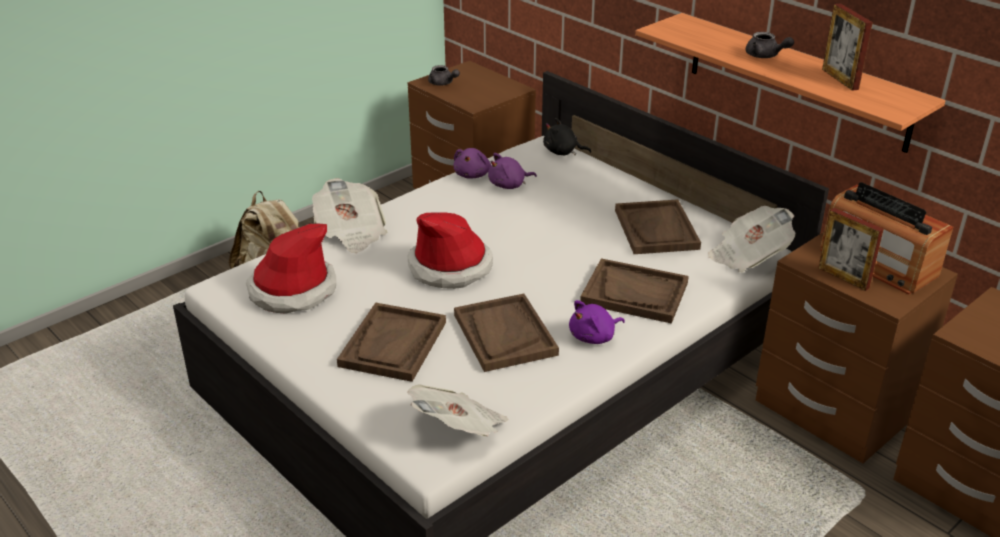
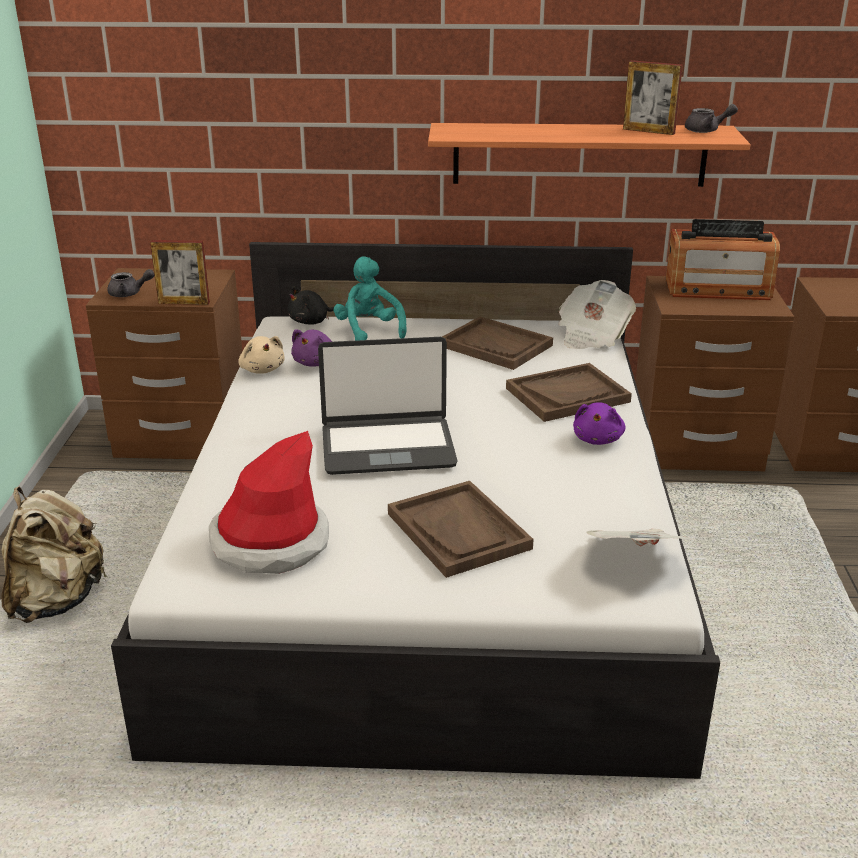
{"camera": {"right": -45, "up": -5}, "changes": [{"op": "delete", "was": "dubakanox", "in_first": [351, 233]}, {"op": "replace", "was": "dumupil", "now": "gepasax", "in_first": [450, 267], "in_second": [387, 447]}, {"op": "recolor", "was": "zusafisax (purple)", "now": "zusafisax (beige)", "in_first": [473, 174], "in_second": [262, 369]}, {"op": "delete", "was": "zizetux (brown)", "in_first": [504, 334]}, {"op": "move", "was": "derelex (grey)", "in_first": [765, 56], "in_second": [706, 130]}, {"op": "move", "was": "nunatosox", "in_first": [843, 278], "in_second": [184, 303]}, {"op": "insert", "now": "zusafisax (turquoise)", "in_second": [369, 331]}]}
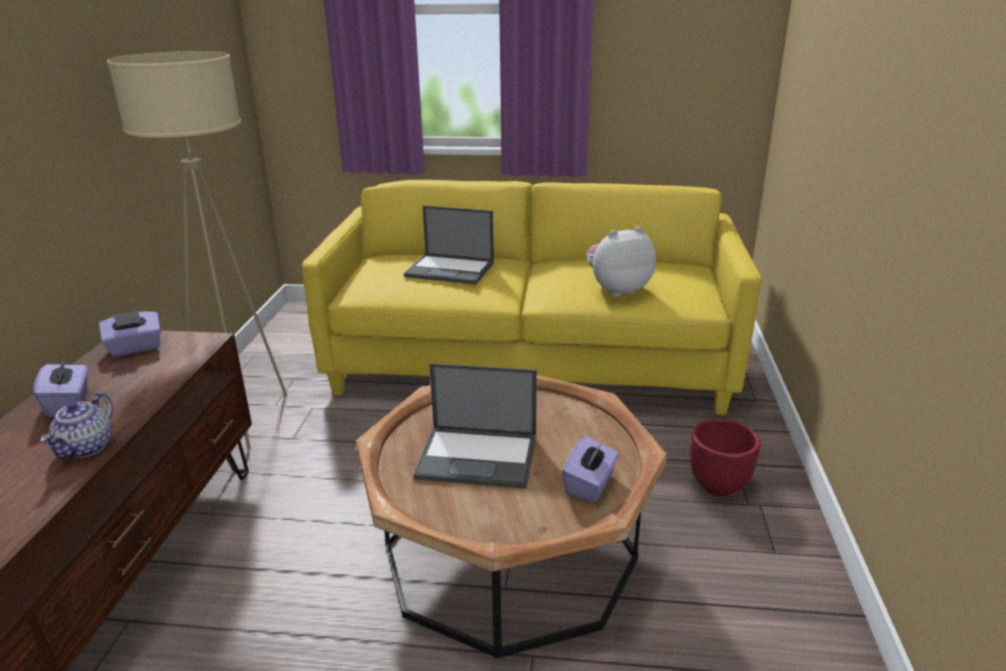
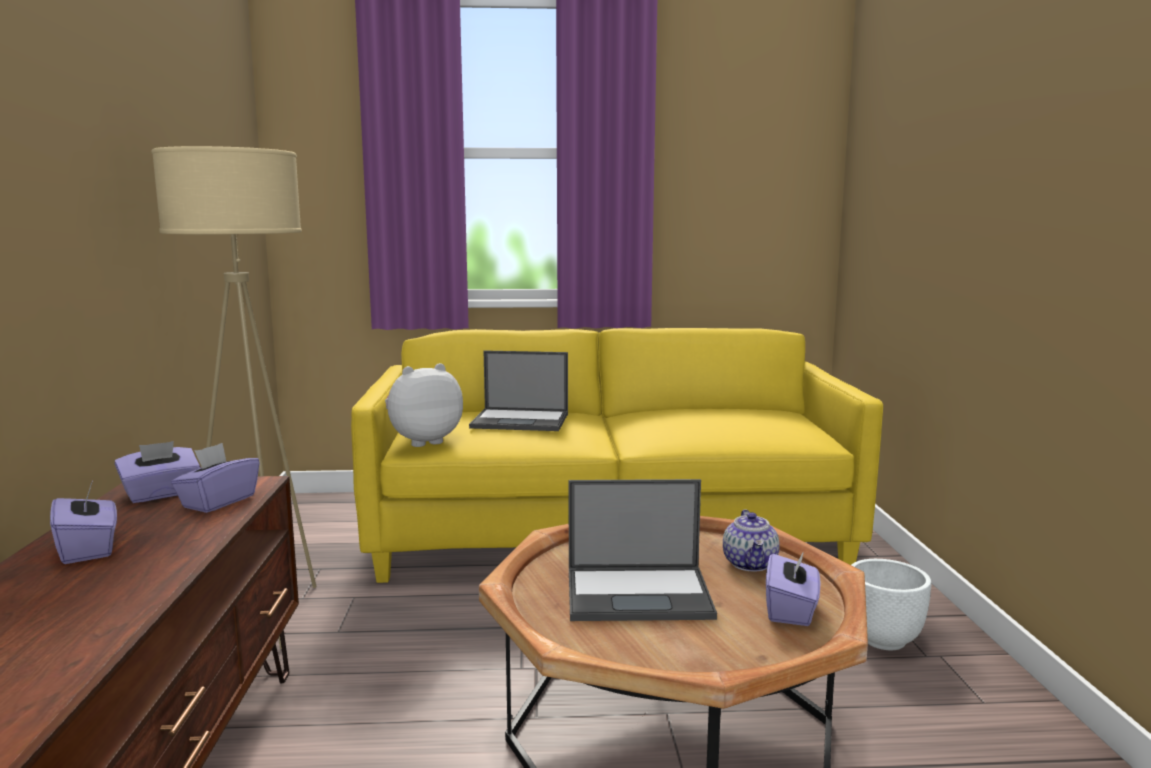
{"camera": {"right": -10, "up": -15}, "changes": [{"op": "move", "was": "derelex", "in_first": [87, 448], "in_second": [751, 564]}, {"op": "move", "was": "zusafisax", "in_first": [617, 290], "in_second": [423, 441]}, {"op": "recolor", "was": "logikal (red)", "now": "logikal (white)", "in_first": [719, 485], "in_second": [884, 640]}, {"op": "insert", "now": "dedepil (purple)", "in_second": [218, 502]}]}
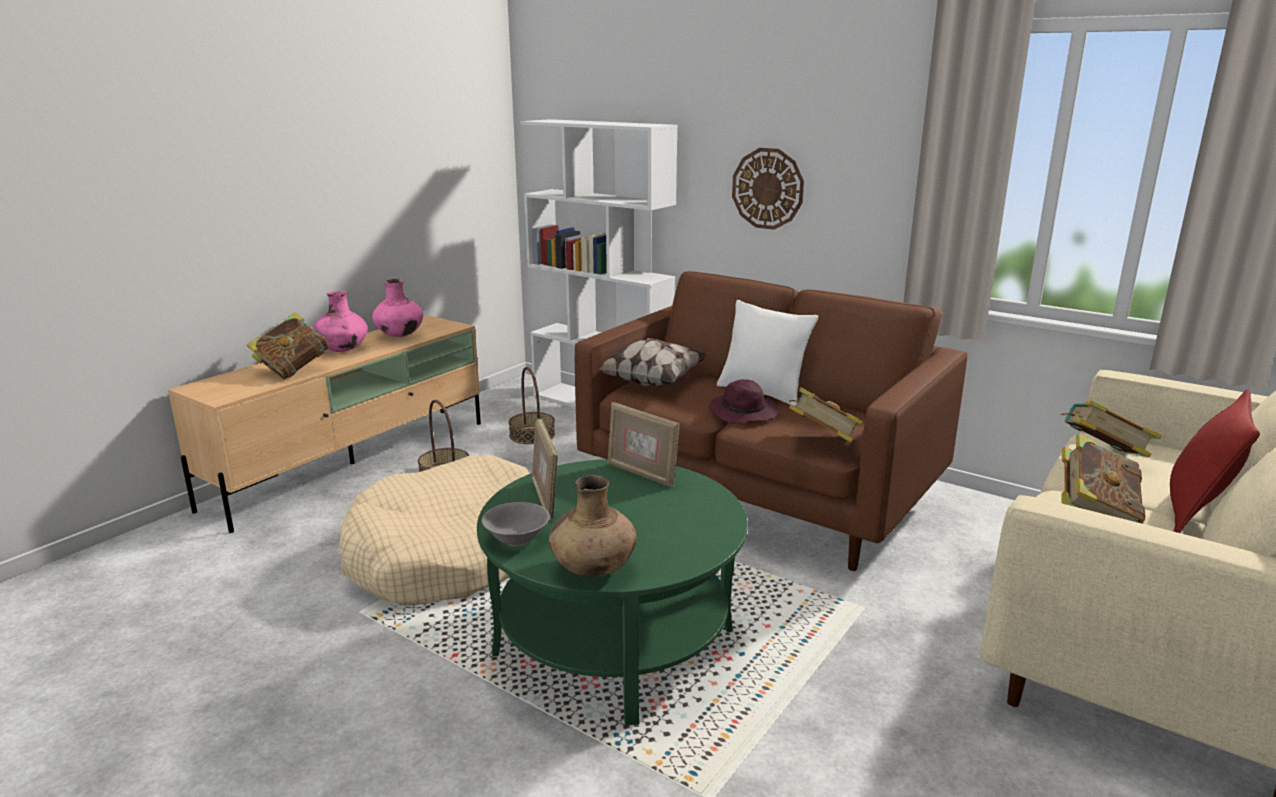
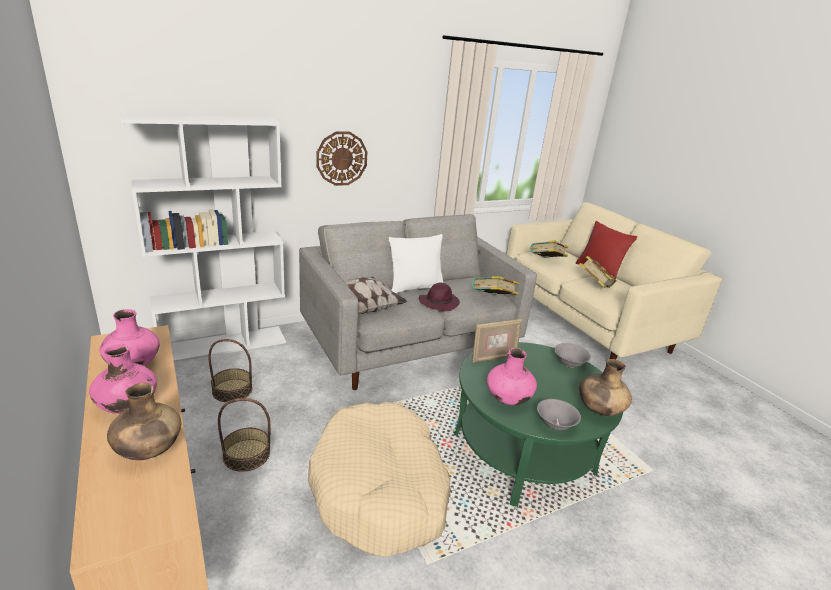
{"camera": {"right": -65, "up": 5}, "changes": [{"op": "replace", "was": "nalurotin", "now": "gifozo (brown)", "in_first": [293, 370], "in_second": [149, 450]}, {"op": "replace", "was": "nunatosox", "now": "gifozo (pink)", "in_first": [545, 500], "in_second": [508, 399]}, {"op": "recolor", "was": "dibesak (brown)", "now": "dibesak (grey)", "in_first": [759, 495], "in_second": [411, 346]}, {"op": "insert", "now": "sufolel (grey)", "in_second": [569, 363]}]}
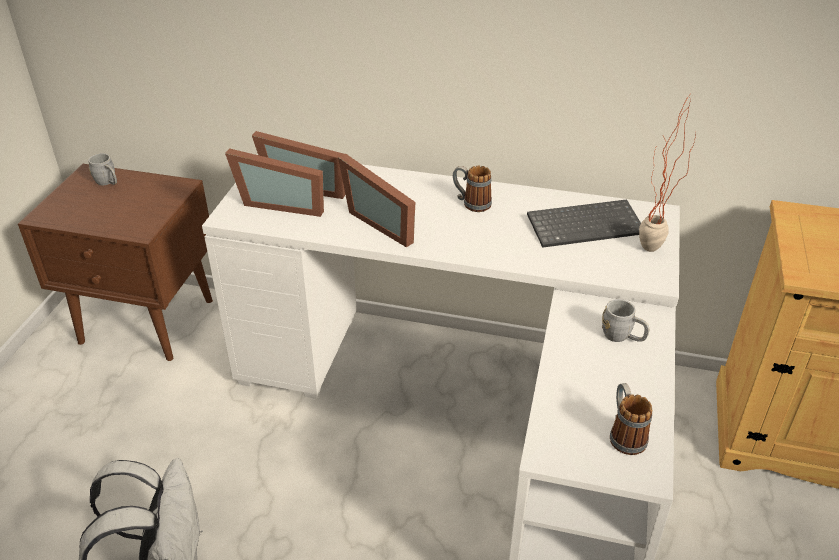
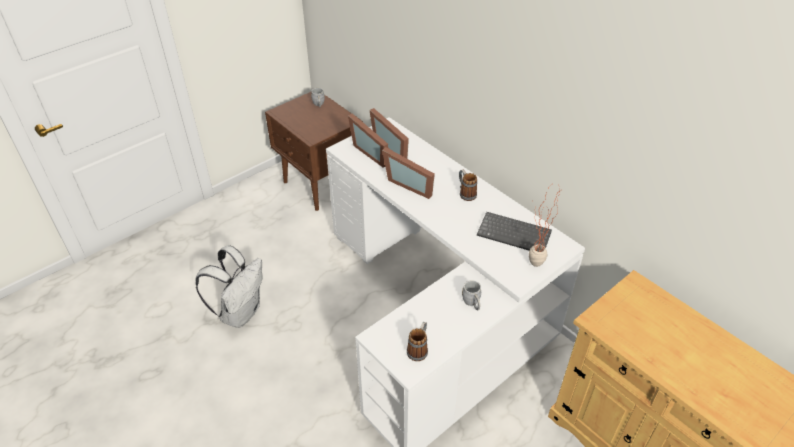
{"camera": {"right": 35, "up": 5}, "changes": [{"op": "rotate", "was": "nunatosox", "in_first": [384, 222], "in_second": [410, 184], "clockwise": -45}]}
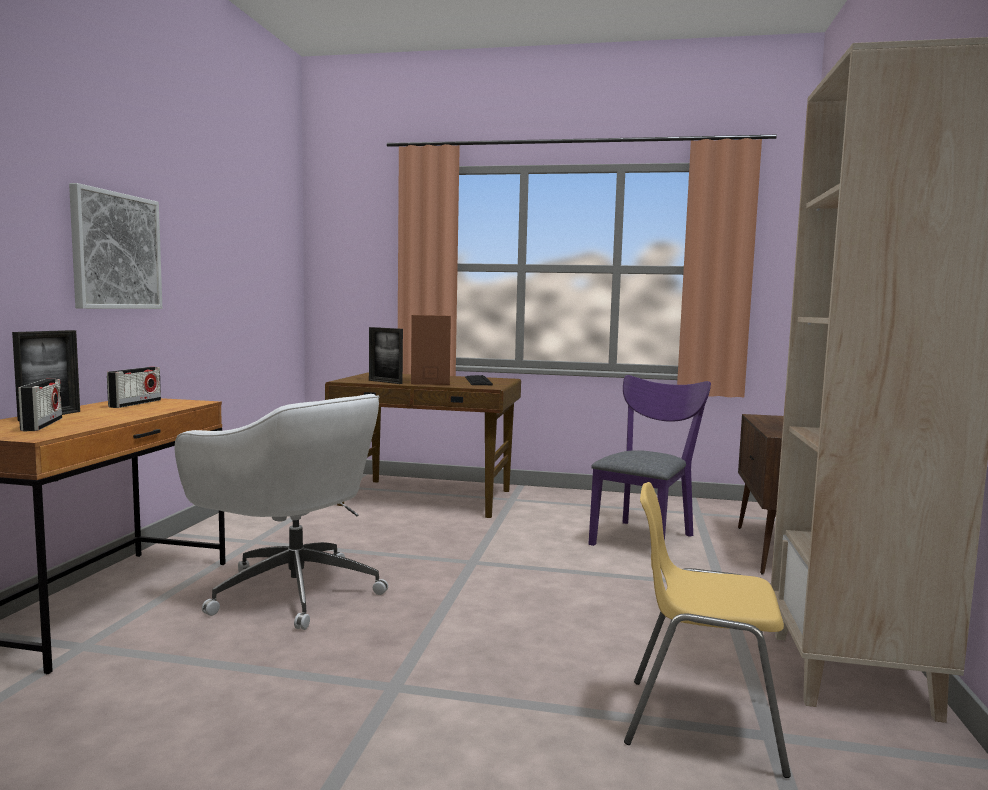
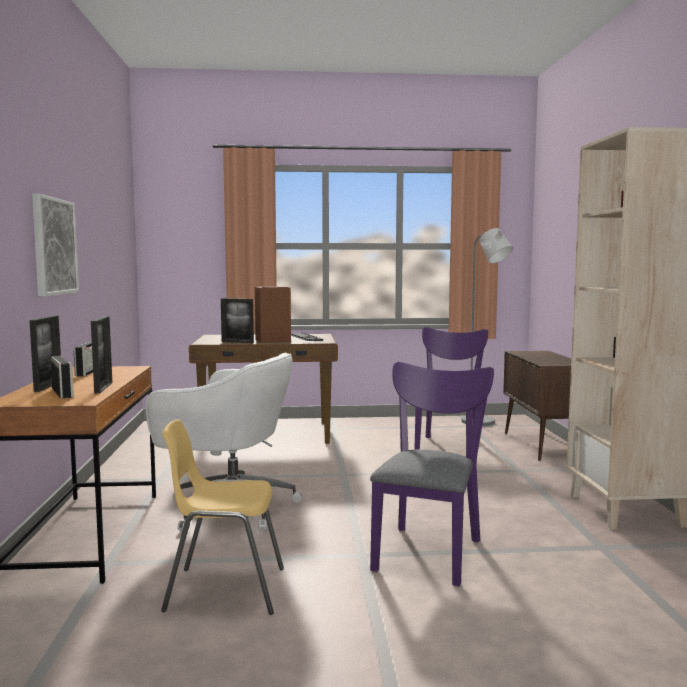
{"camera": {"right": -15, "up": 0}, "changes": [{"op": "move", "was": "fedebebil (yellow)", "in_first": [701, 723], "in_second": [224, 589]}, {"op": "insert", "now": "nunatosox", "in_second": [103, 387]}, {"op": "insert", "now": "fedebebil (purple)", "in_second": [429, 550]}, {"op": "insert", "now": "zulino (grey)", "in_second": [483, 423]}]}
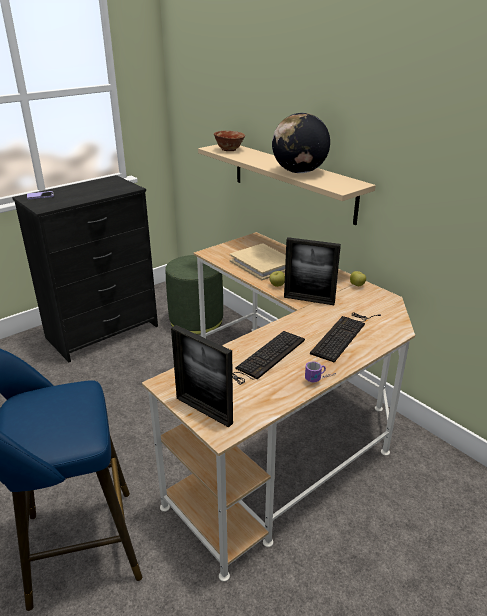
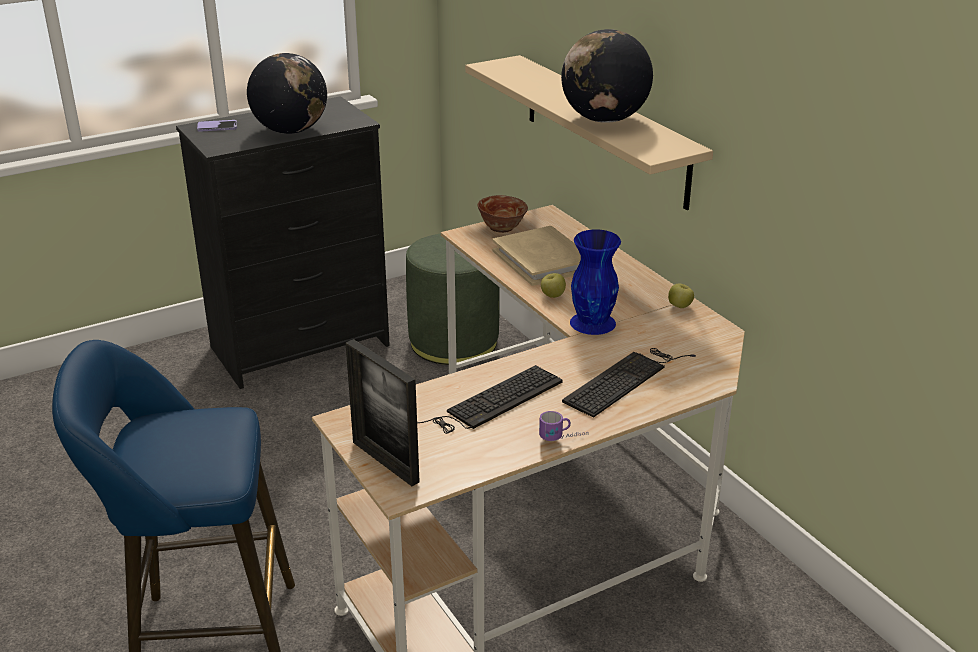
{"camera": {"right": 10, "up": 0}, "changes": [{"op": "move", "was": "sufolel", "in_first": [229, 150], "in_second": [502, 228]}, {"op": "replace", "was": "nunatosox", "now": "gifozo (blue)", "in_first": [309, 300], "in_second": [593, 323]}, {"op": "insert", "now": "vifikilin", "in_second": [291, 131]}]}
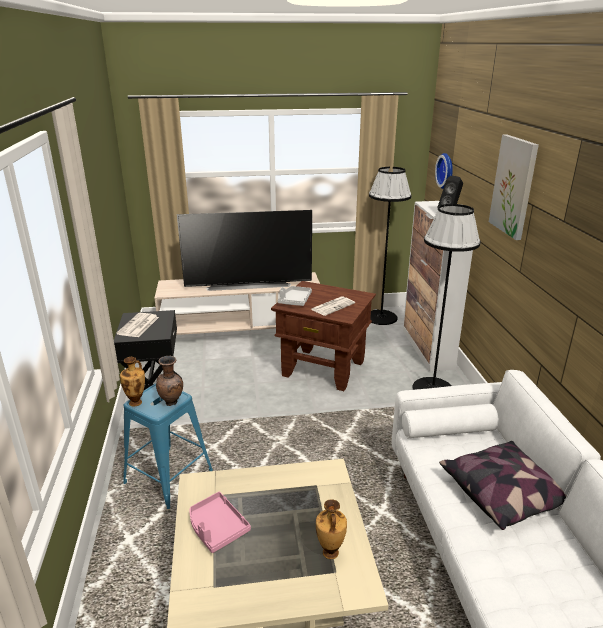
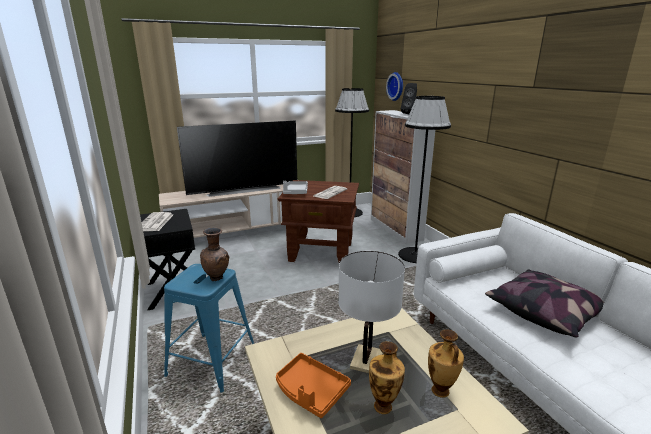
{"camera": {"right": -15, "up": -5}, "changes": [{"op": "move", "was": "gifozo", "in_first": [136, 402], "in_second": [384, 406]}, {"op": "recolor", "was": "zizetux (pink)", "now": "zizetux (orange)", "in_first": [217, 528], "in_second": [310, 391]}, {"op": "delete", "was": "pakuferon", "in_first": [514, 186]}, {"op": "insert", "now": "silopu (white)", "in_second": [366, 360]}]}
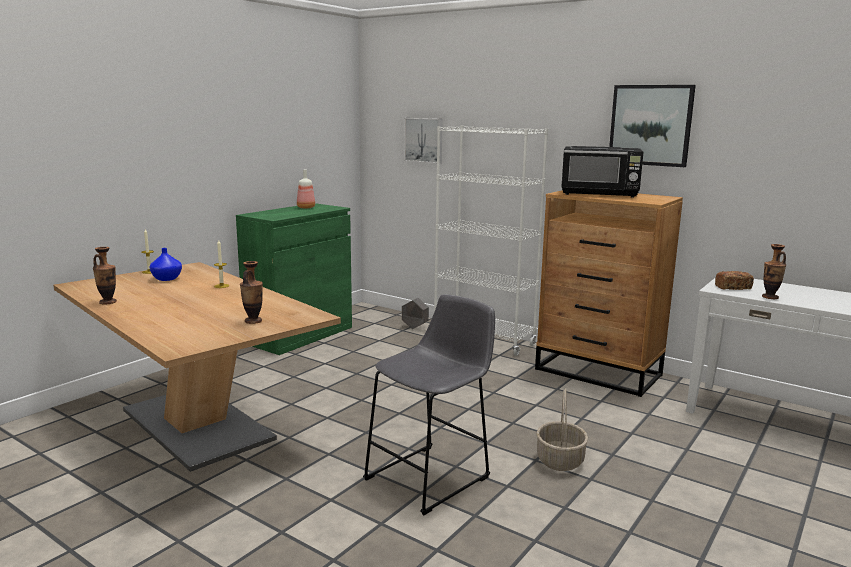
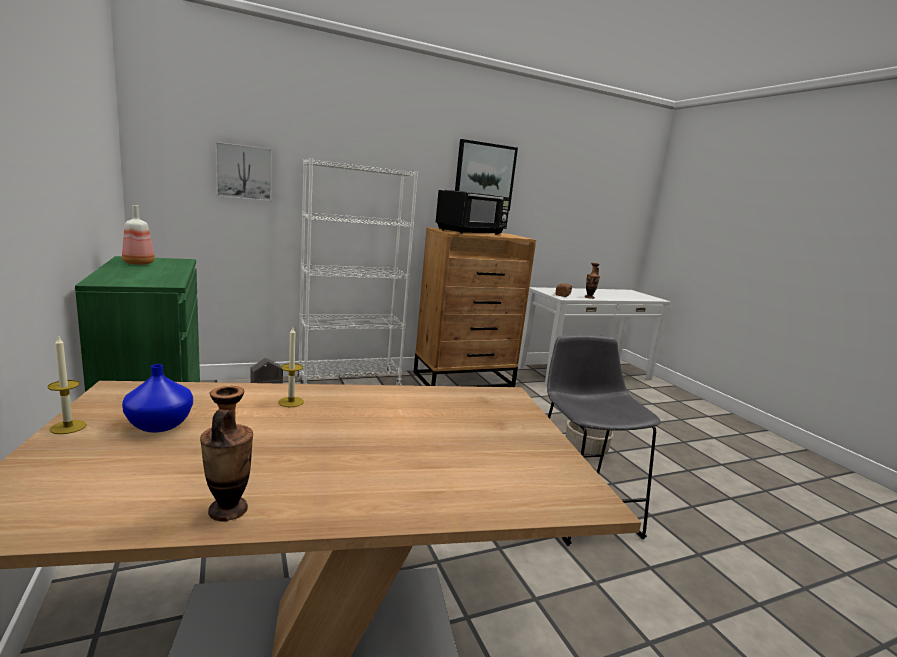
{"camera": {"right": -60, "up": 0}, "changes": [{"op": "delete", "was": "gifozo", "in_first": [253, 321]}]}
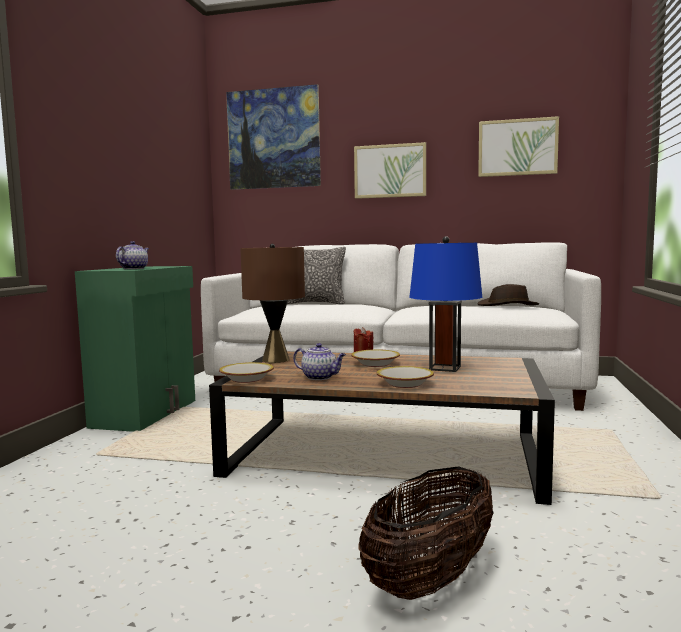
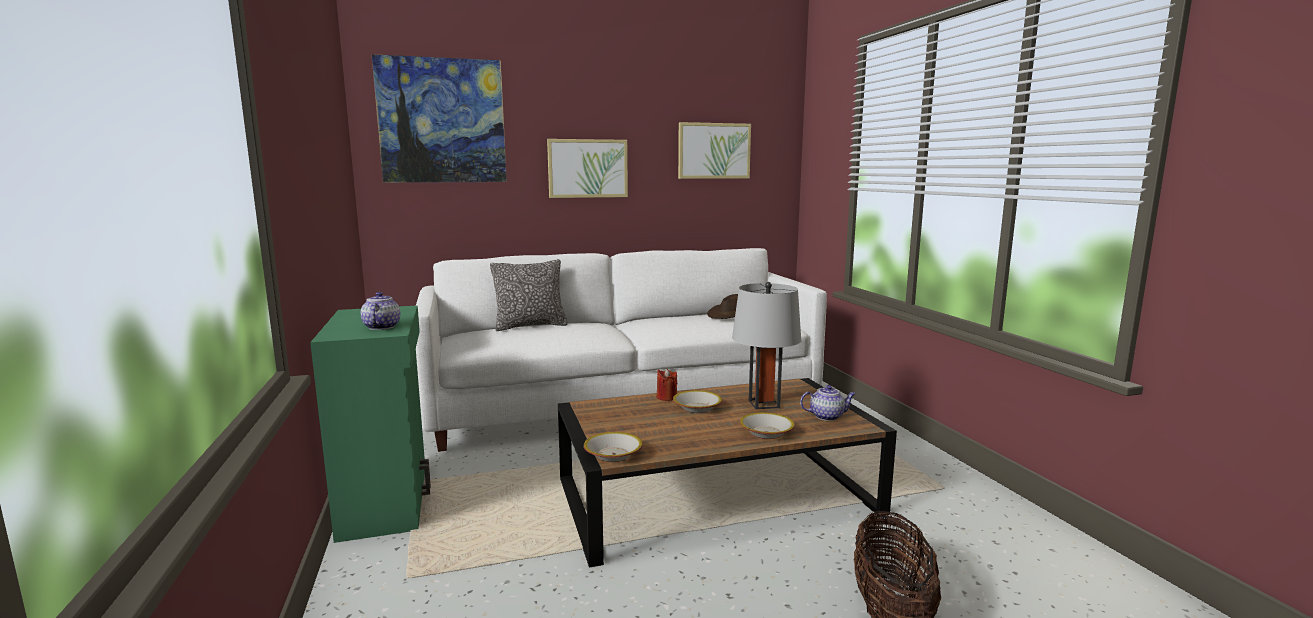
{"camera": {"right": -30, "up": 5}, "changes": [{"op": "delete", "was": "silopu (brown)", "in_first": [276, 360]}, {"op": "move", "was": "derelex", "in_first": [320, 377], "in_second": [827, 416]}, {"op": "recolor", "was": "silopu (blue)", "now": "silopu (grey)", "in_first": [445, 368], "in_second": [764, 404]}]}
